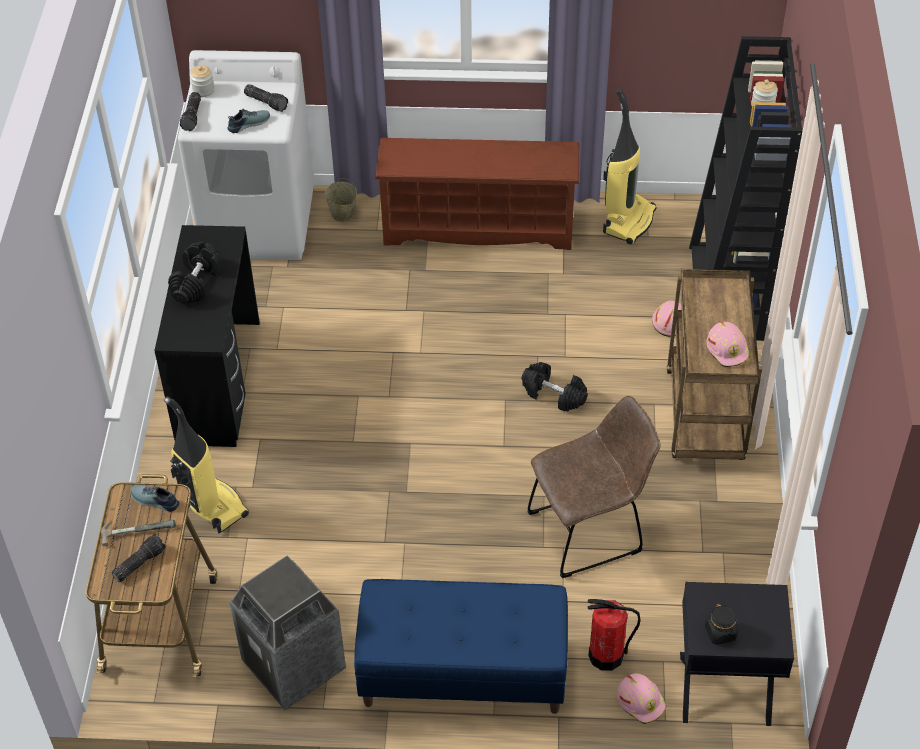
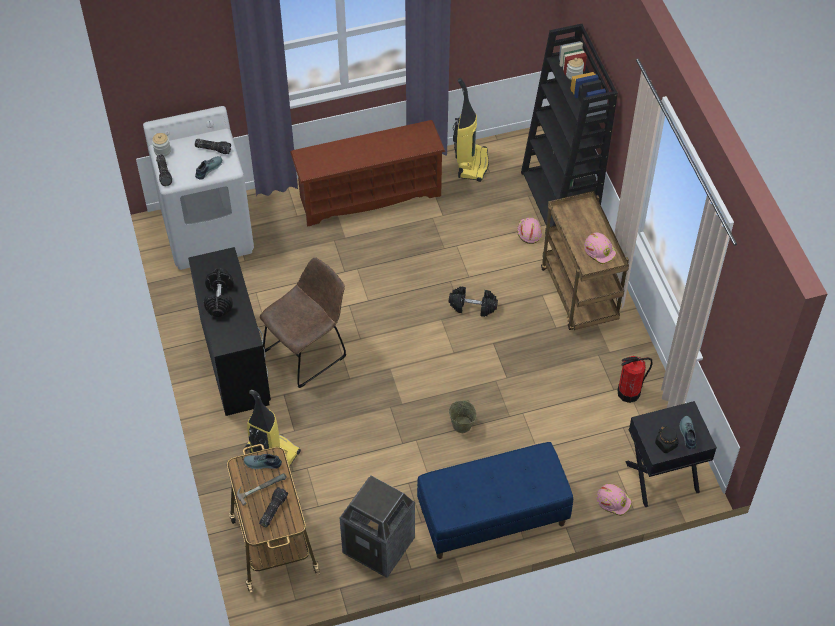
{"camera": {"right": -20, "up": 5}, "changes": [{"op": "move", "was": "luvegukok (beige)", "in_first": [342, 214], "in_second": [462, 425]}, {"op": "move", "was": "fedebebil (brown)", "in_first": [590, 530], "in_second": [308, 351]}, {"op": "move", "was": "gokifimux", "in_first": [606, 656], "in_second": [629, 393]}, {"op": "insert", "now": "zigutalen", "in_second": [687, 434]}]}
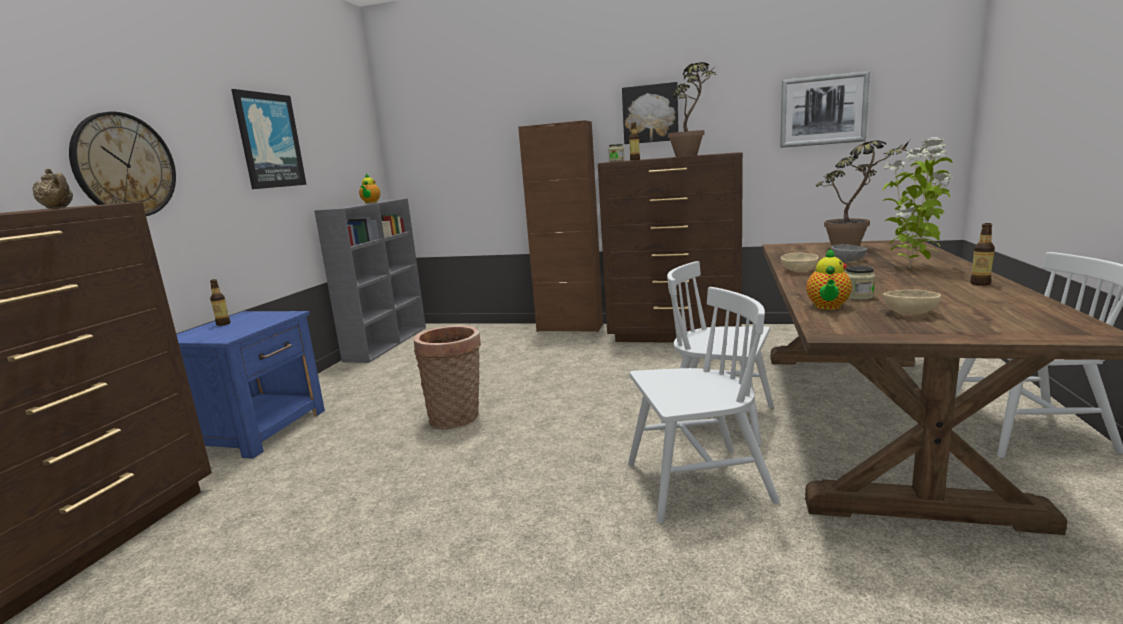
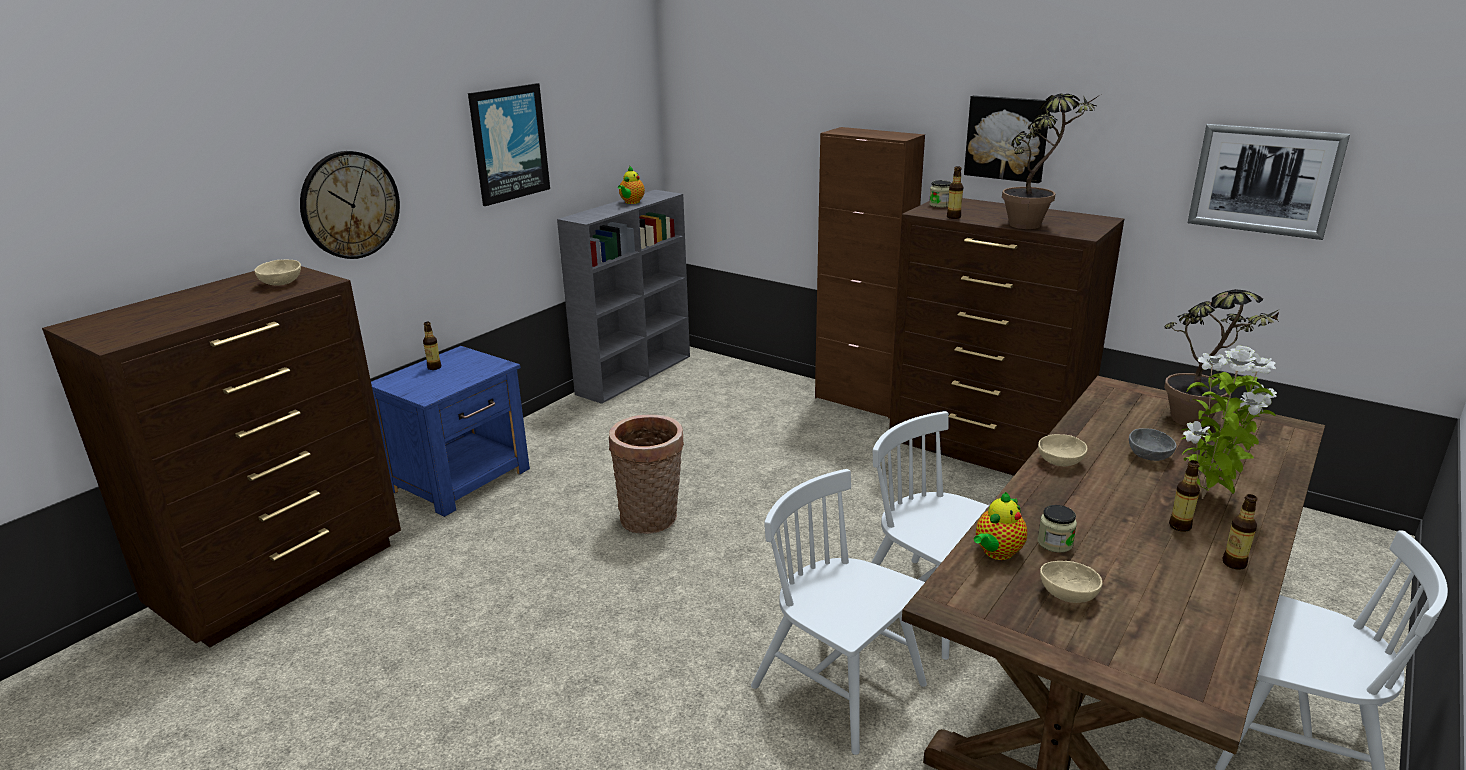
{"camera": {"right": 20, "up": 10}, "changes": [{"op": "replace", "was": "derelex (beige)", "now": "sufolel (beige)", "in_first": [58, 208], "in_second": [282, 283]}, {"op": "rotate", "was": "fedebebil (white)", "in_first": [697, 483], "in_second": [839, 687], "clockwise": -150}, {"op": "insert", "now": "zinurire", "in_second": [1179, 526]}]}
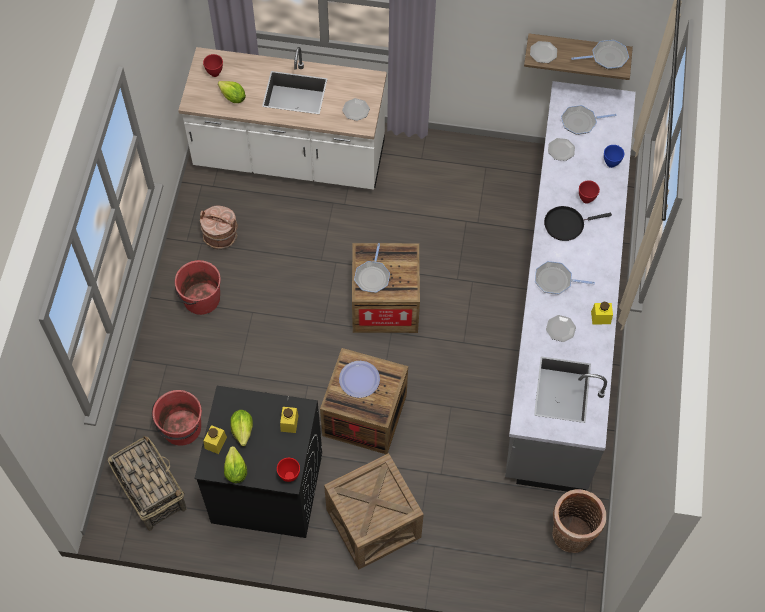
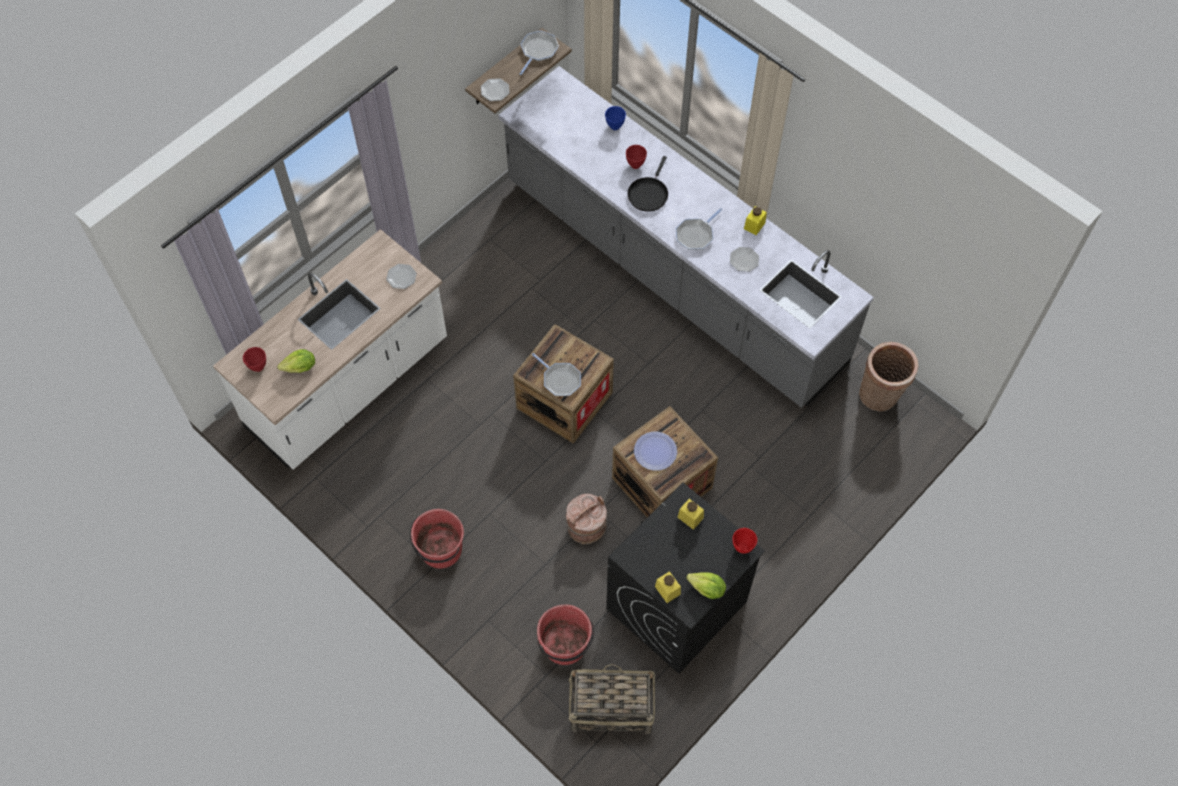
{"camera": {"right": -55, "up": 0}, "changes": [{"op": "move", "was": "luvegukok (brown)", "in_first": [220, 236], "in_second": [586, 526]}, {"op": "delete", "was": "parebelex", "in_first": [242, 430]}, {"op": "delete", "was": "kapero", "in_first": [373, 523]}, {"op": "delete", "was": "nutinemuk", "in_first": [561, 150]}, {"op": "delete", "was": "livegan", "in_first": [580, 122]}]}
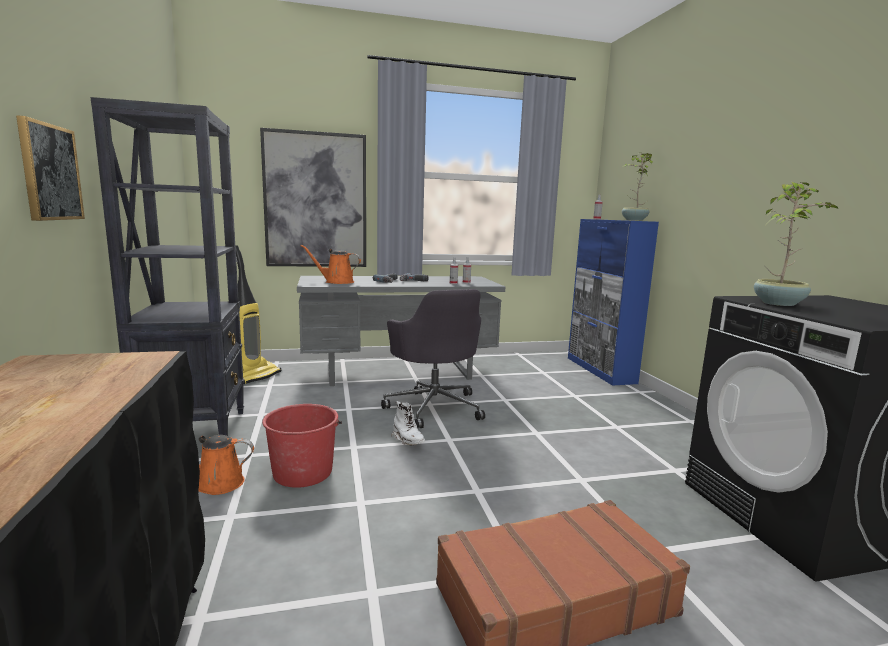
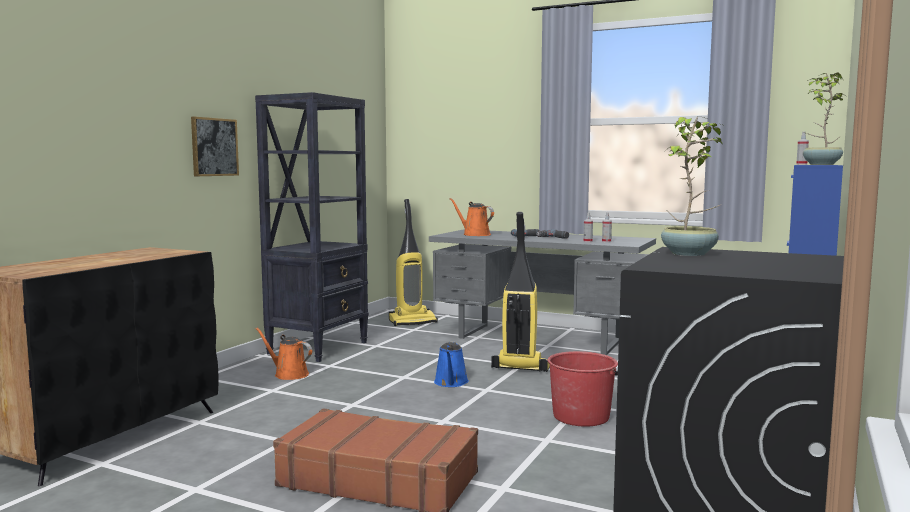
{"camera": {"right": 40, "up": -5}, "changes": [{"op": "delete", "was": "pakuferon", "in_first": [316, 201]}, {"op": "move", "was": "luvegukok (red)", "in_first": [303, 472], "in_second": [581, 416]}, {"op": "replace", "was": "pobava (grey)", "now": "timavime", "in_first": [434, 407], "in_second": [520, 368]}, {"op": "replace", "was": "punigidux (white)", "now": "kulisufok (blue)", "in_first": [408, 441], "in_second": [451, 383]}]}
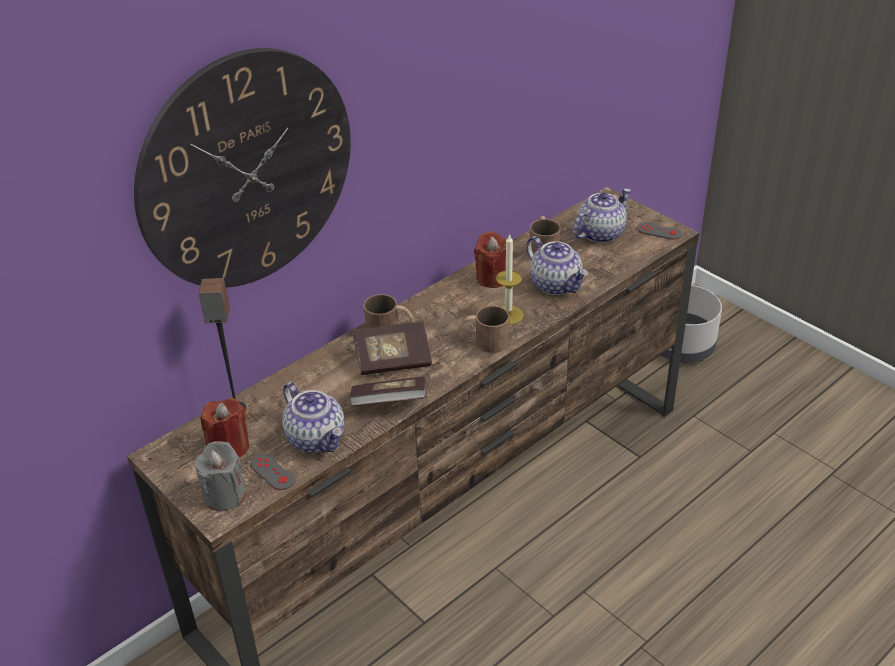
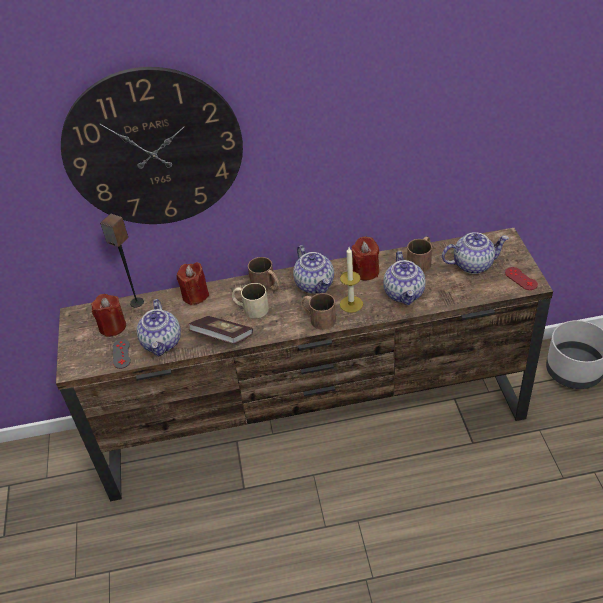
{"camera": {"right": 35, "up": 5}, "changes": [{"op": "delete", "was": "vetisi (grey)", "in_first": [224, 495]}, {"op": "replace", "was": "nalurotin", "now": "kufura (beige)", "in_first": [393, 361], "in_second": [250, 308]}, {"op": "recolor", "was": "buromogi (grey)", "now": "buromogi (red)", "in_first": [659, 231], "in_second": [521, 279]}, {"op": "insert", "now": "vetisi (red)", "in_second": [195, 295]}, {"op": "insert", "now": "derelex", "in_second": [315, 284]}]}
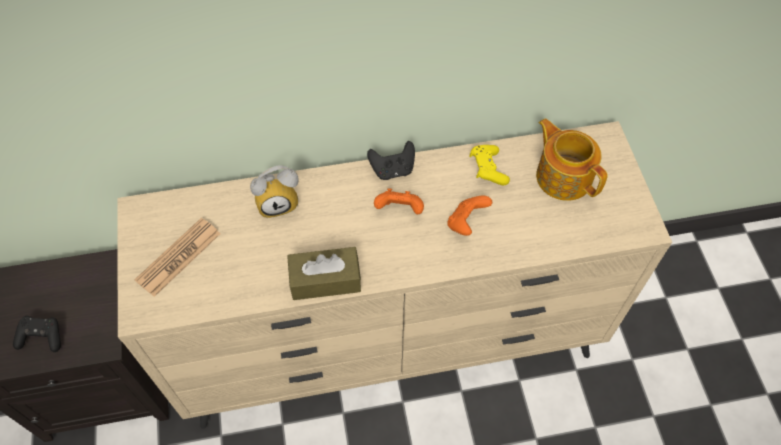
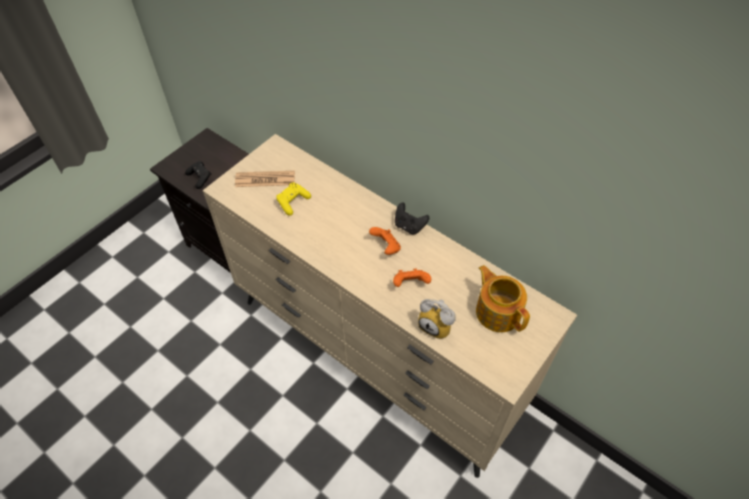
{"camera": {"right": 50, "up": -5}, "changes": [{"op": "move", "was": "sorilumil", "in_first": [278, 202], "in_second": [437, 326]}, {"op": "delete", "was": "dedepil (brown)", "in_first": [325, 280]}, {"op": "move", "was": "buromogi (yellow)", "in_first": [487, 170], "in_second": [293, 202]}, {"op": "rotate", "was": "derelex", "in_first": [563, 176], "in_second": [498, 311], "clockwise": -45}]}
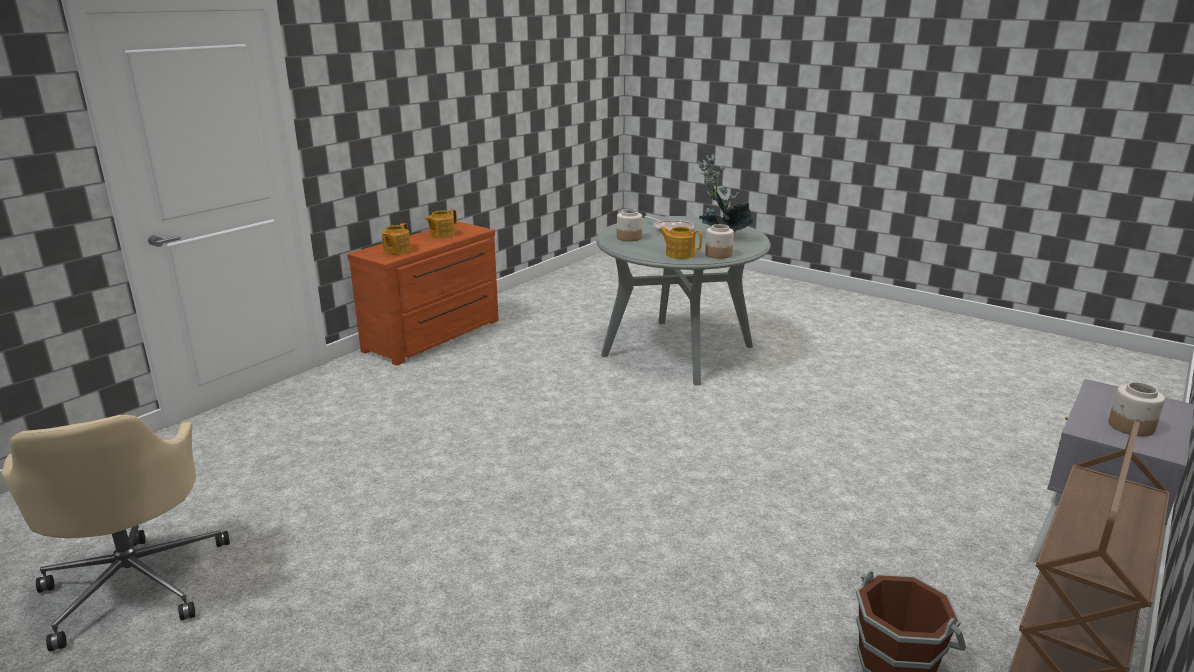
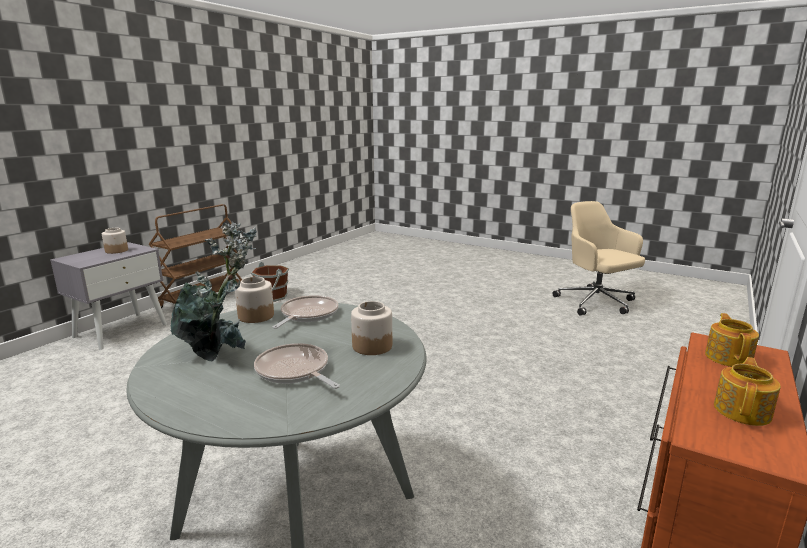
{"camera": {"right": 175, "up": -5}, "changes": [{"op": "replace", "was": "derelex", "now": "livegan", "in_first": [679, 254], "in_second": [307, 315]}]}
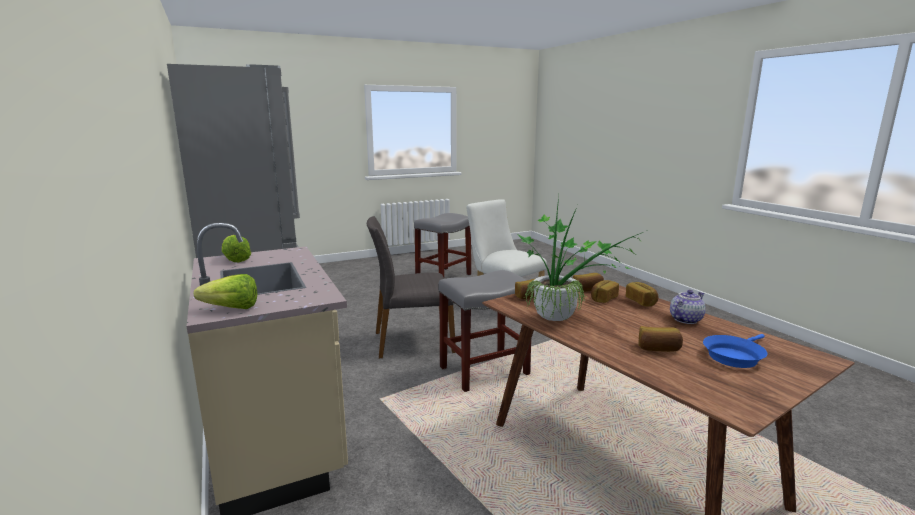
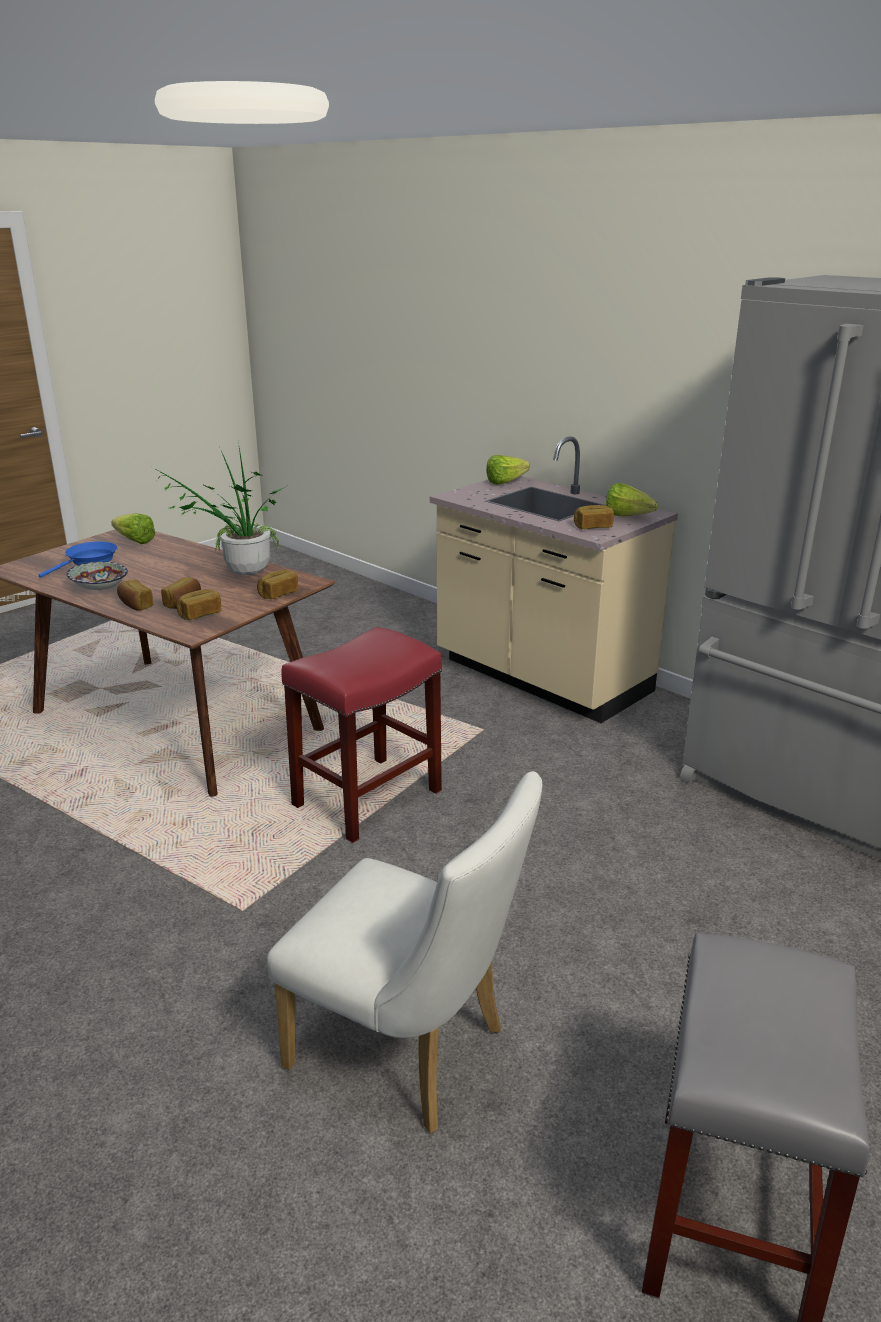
{"camera": {"right": 160, "up": 10}, "changes": [{"op": "delete", "was": "fedebebil (grey)", "in_first": [412, 341]}, {"op": "recolor", "was": "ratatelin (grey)", "now": "ratatelin (red)", "in_first": [484, 370], "in_second": [367, 799]}, {"op": "move", "was": "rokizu", "in_first": [658, 349], "in_second": [593, 527]}, {"op": "replace", "was": "derelex", "now": "sufolel", "in_first": [685, 319], "in_second": [100, 589]}, {"op": "insert", "now": "parebelex", "in_second": [133, 540]}]}
